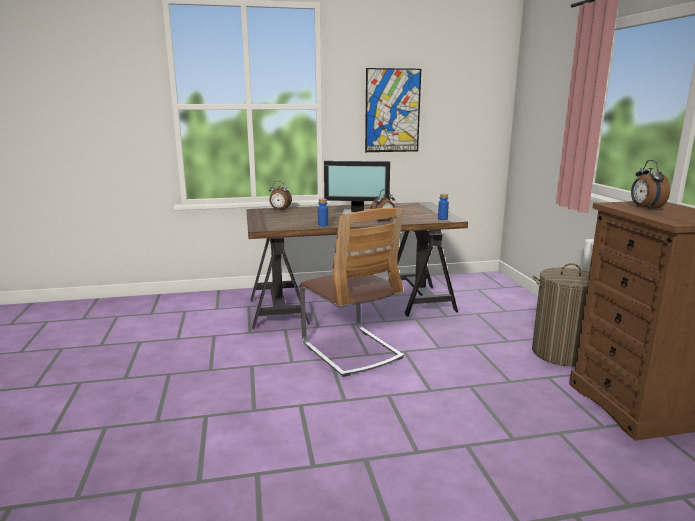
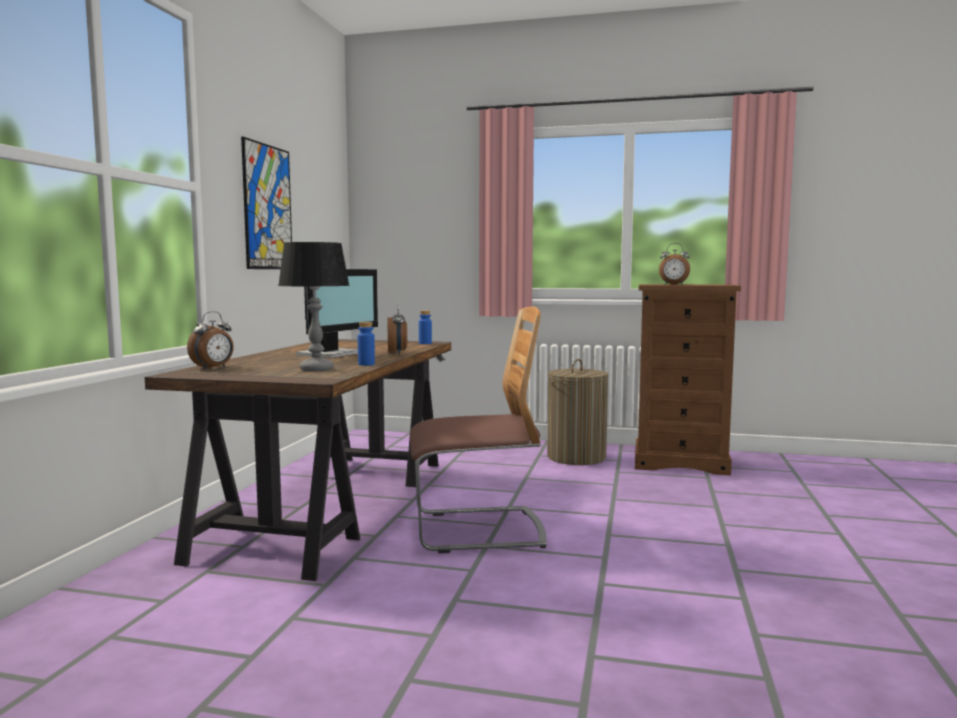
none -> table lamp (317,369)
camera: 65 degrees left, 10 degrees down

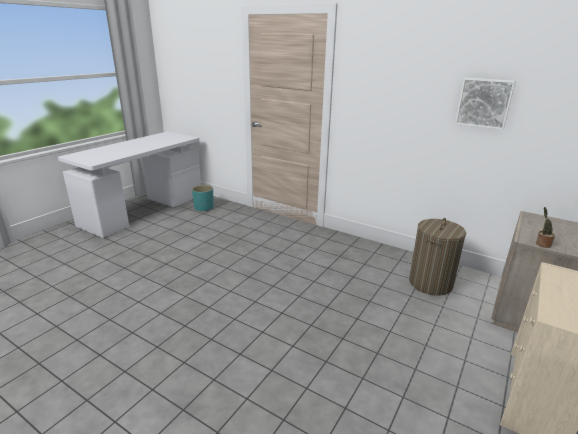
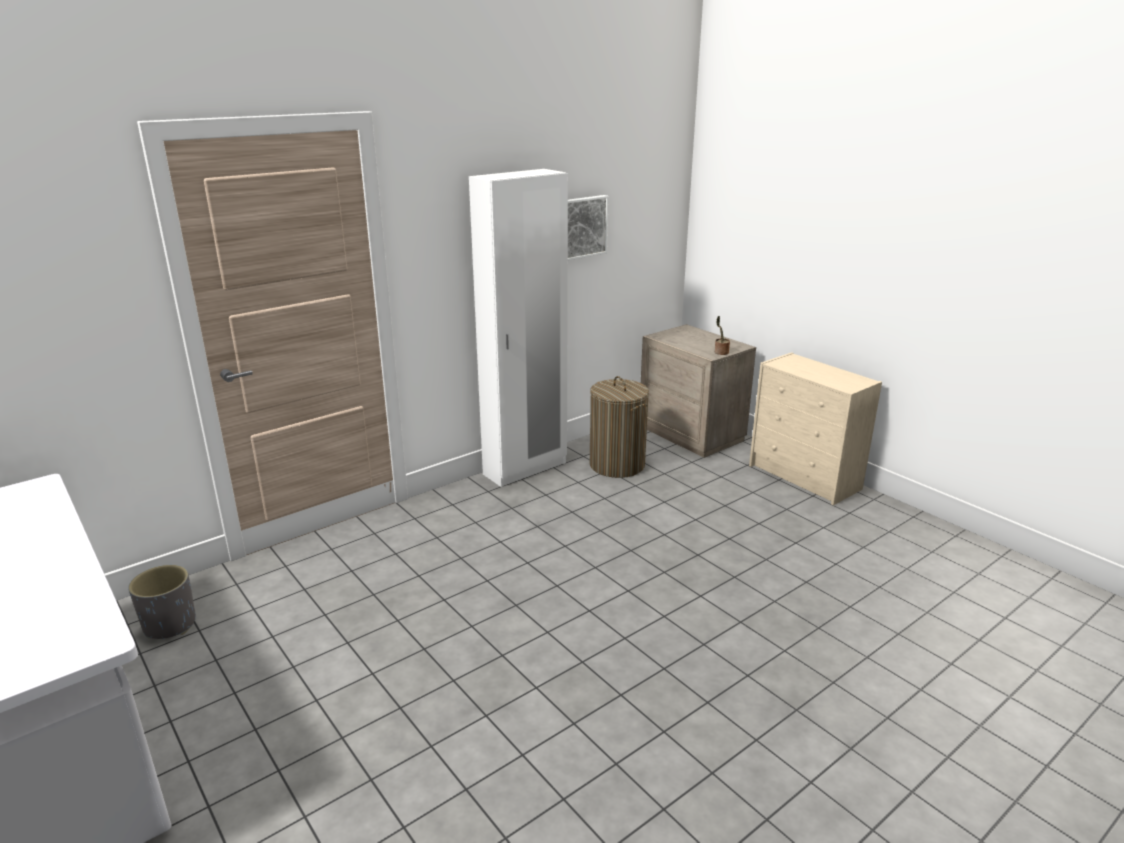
planter (turquoise) (203,208) -> planter (grey) (169,625)
none -> wardrobe (white) (525,469)
camera: 70 degrees left, 0 degrees up

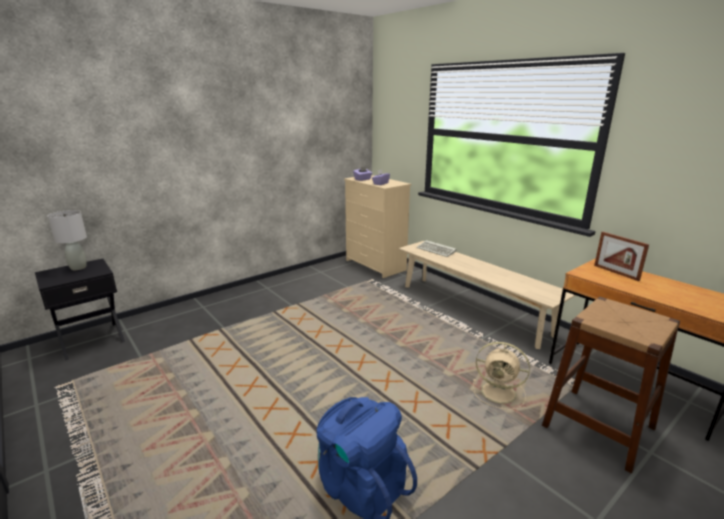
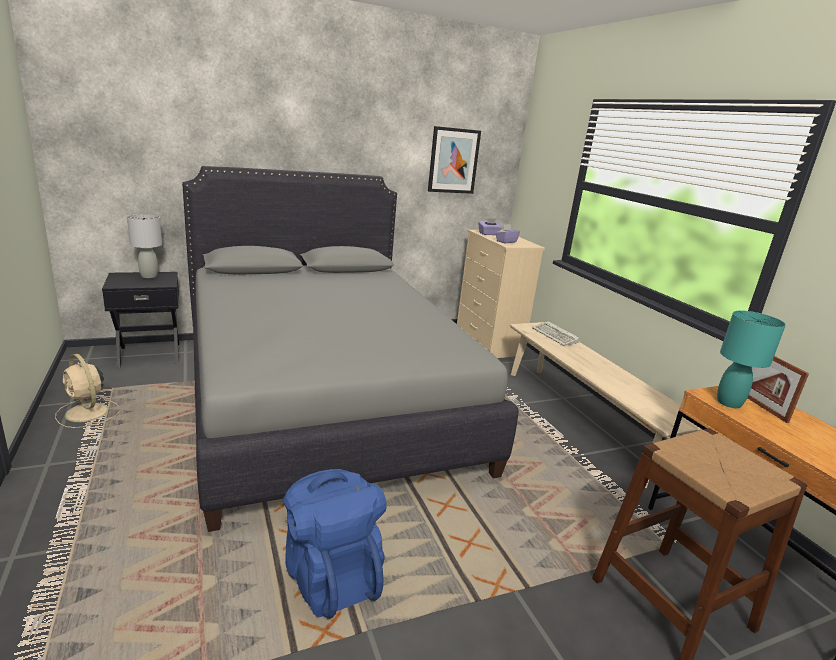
fan (beige) (500,393) -> fan (beige) (87,413), shifted
none -> bed (grey) (322,398)
none -> picture (453,160)
none -> table lamp (turquoise) (729,403)
camera: 15 degrees right, 0 degrees up

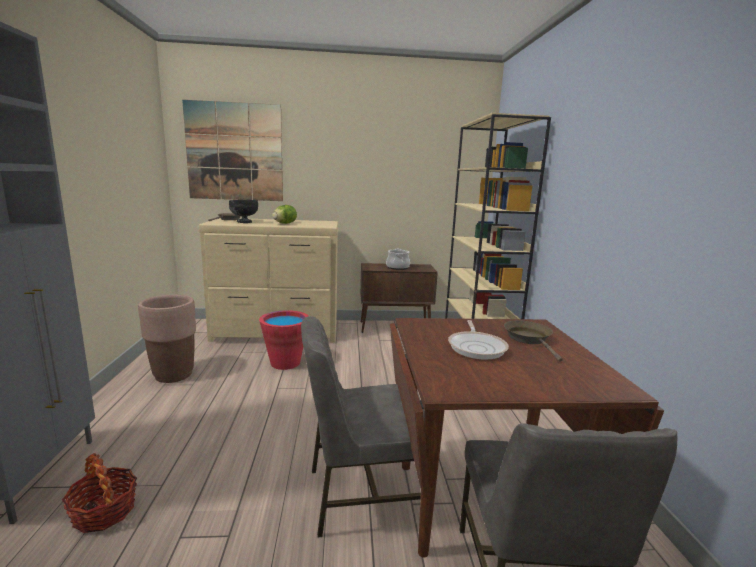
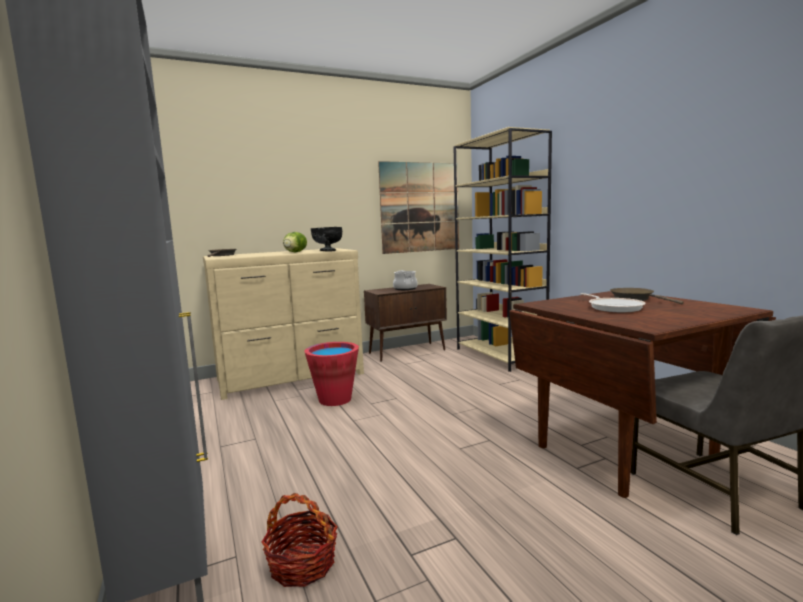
planter (brown) (173,375) -> none
picture (234,152) -> picture (420,207), shifted
bowl (black) (244,222) -> bowl (black) (327,251), shifted
chair (grey) (363,494) -> none
camera: 20 degrees left, 5 degrees down

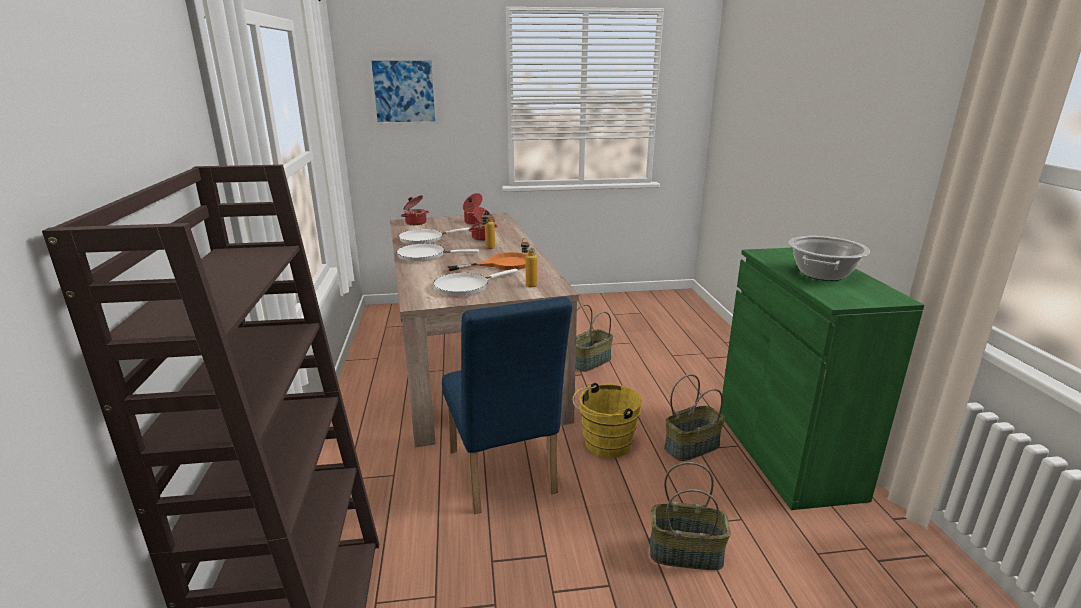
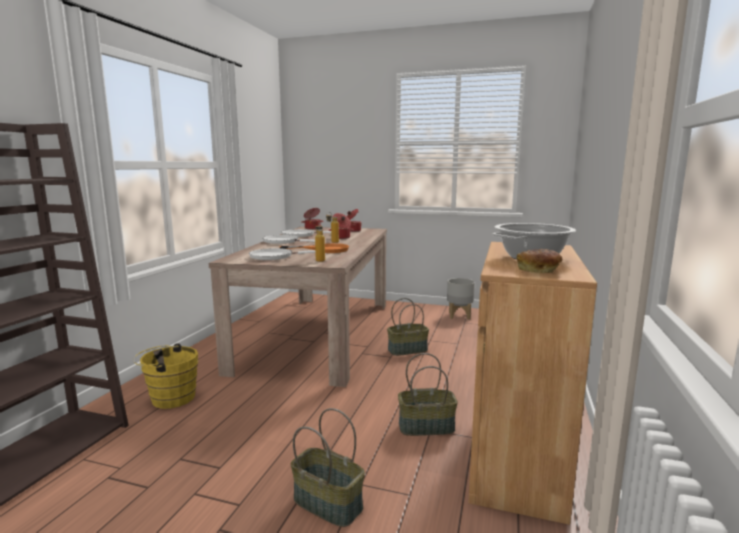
picture (404,91) -> none
chair (blue) (503,477) -> none
bucket (yellow) (604,444) -> bucket (yellow) (170,398), shifted
cabinet (green) (787,453) -> cabinet (brown) (517,456)
none -> planter (grey) (459,316)
none -> bread (539,271)
camera: 25 degrees right, 10 degrees down

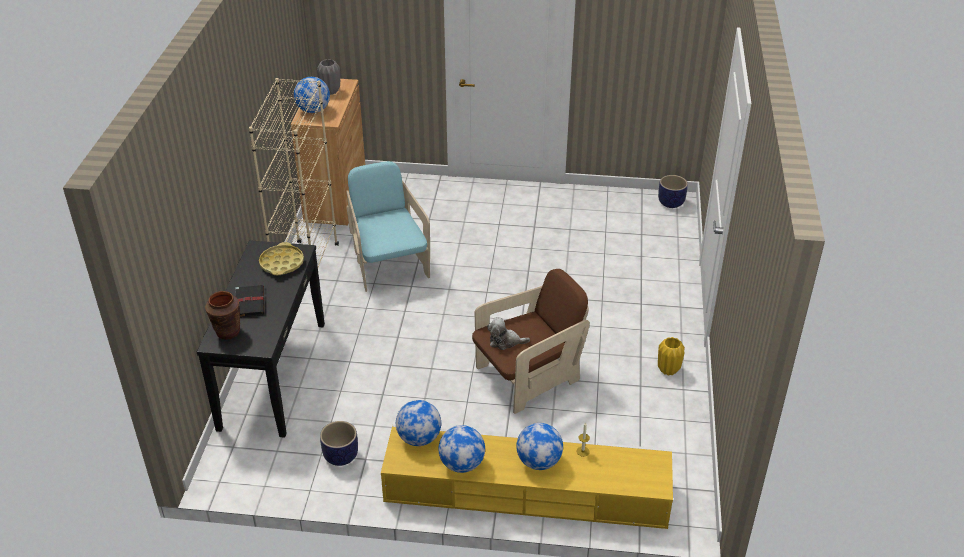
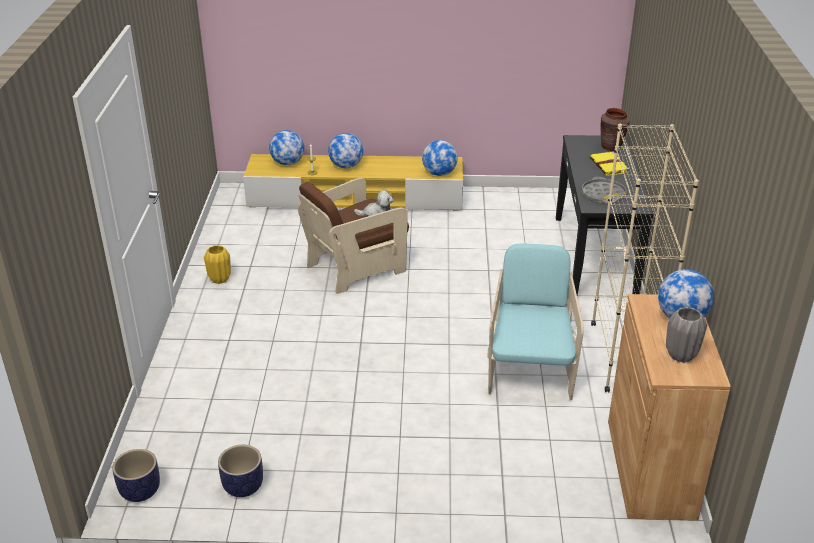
book (black) (249,302) -> book (yellow) (609,166)
tray (yellow) (281,263) -> tray (grey) (603,195)
planter (341,456) -> planter (243,487), shifted
armchair (turquoise) (388,264) -> armchair (turquoise) (530,369), 150 degrees counterclockwise
globe (462,464) -> globe (288,163), shifted
camera: 175 degrees right, 5 degrees down

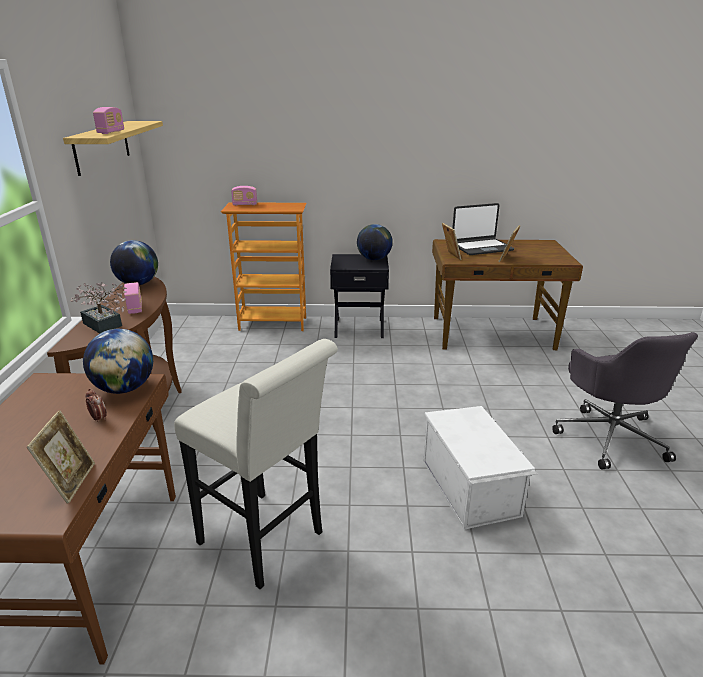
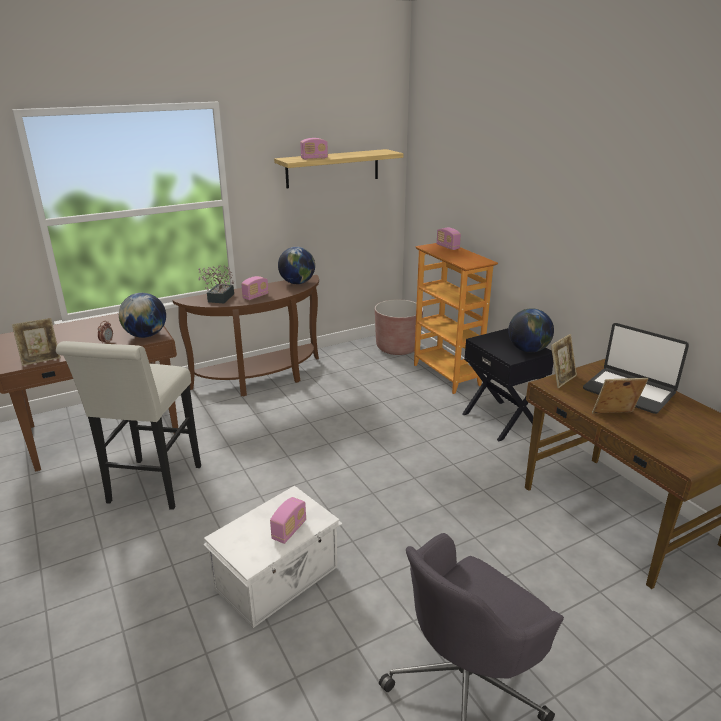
none -> radio (289,530)
none -> planter (brown) (397,347)
camera: 60 degrees right, 0 degrees up

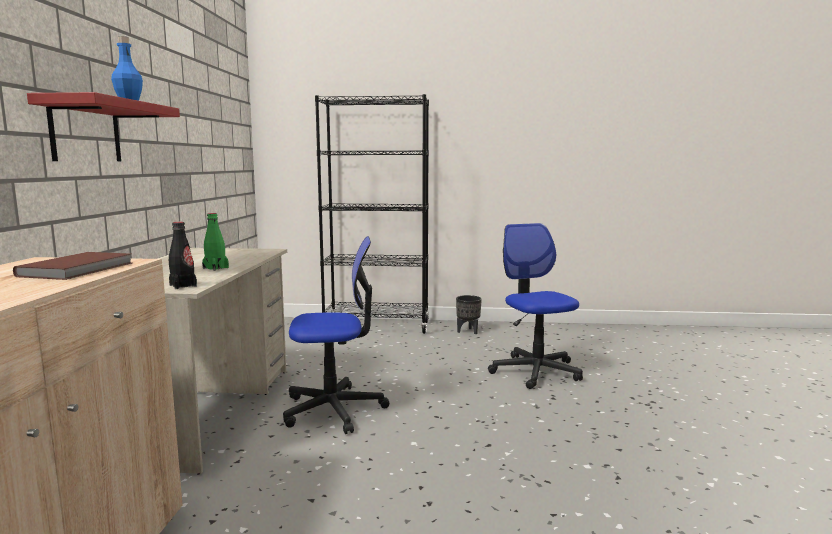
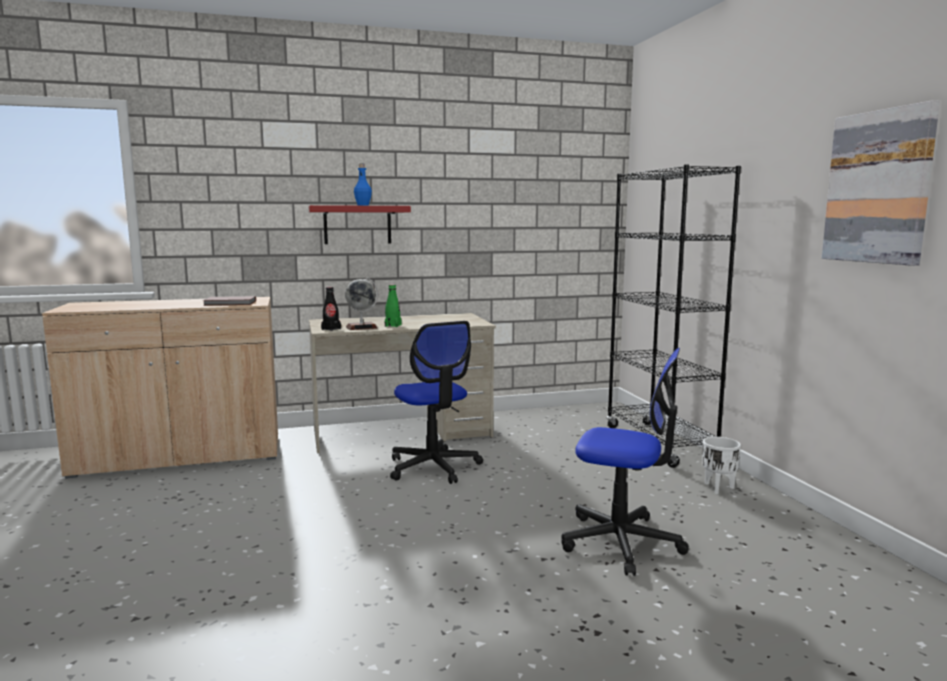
planter (black) (467,331) -> planter (white) (717,488)
office chair (535,371) -> office chair (621,542), 60 degrees clockwise
none -> globe (361,327)
none -> picture (878,187)
camera: 70 degrees right, 0 degrees up

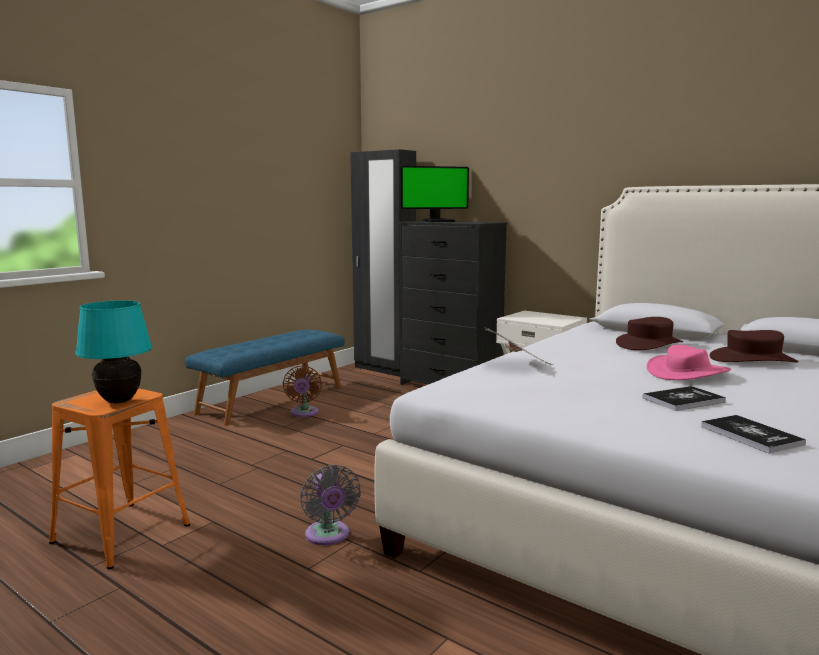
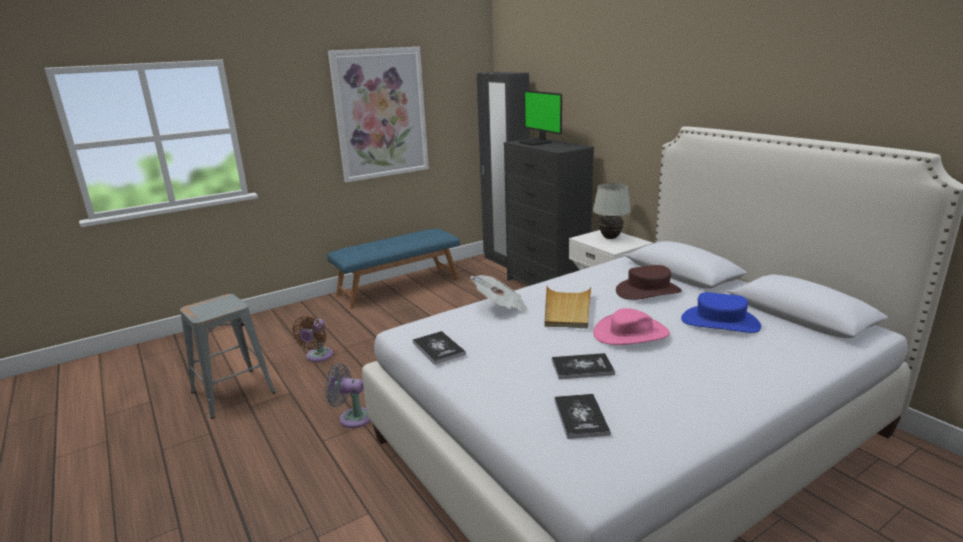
stool (orange) (122,533) -> stool (grey) (233,392)
table lamp (turquoise) (119,401) -> none
fan (brown) (304,413) -> fan (brown) (318,356), shifted
fan (grey) (328,536) -> fan (grey) (352,417), 105 degrees clockwise
monitor (438,221) -> monitor (536,142), 60 degrees clockwise
hat (brown) (752,359) -> hat (blue) (720,322)
none -> picture (381,114)
none -> book (438,348)
none -> tray (beige) (567,310)
none -> table lamp (white) (610,238)
camera: 20 degrees right, 10 degrees up

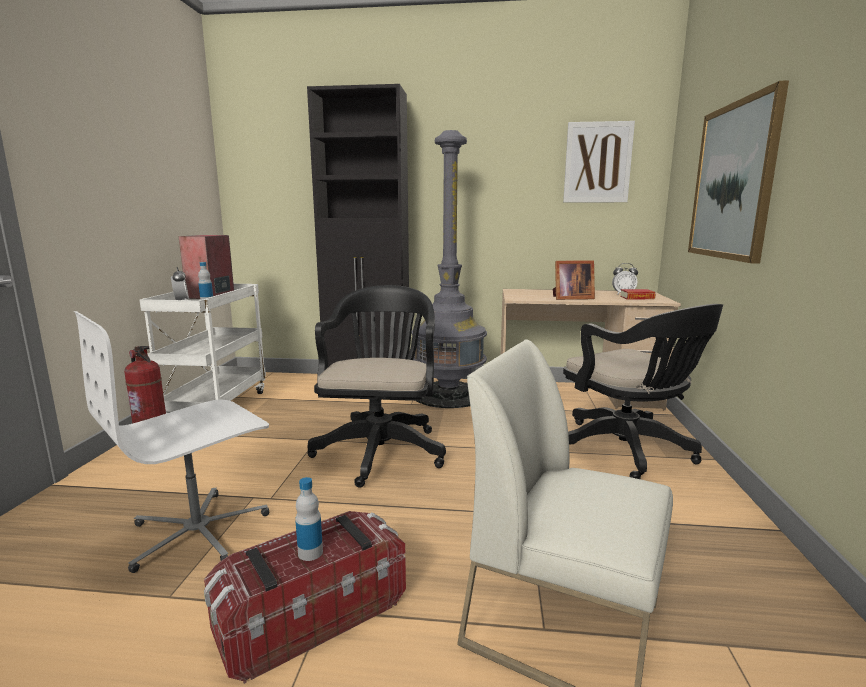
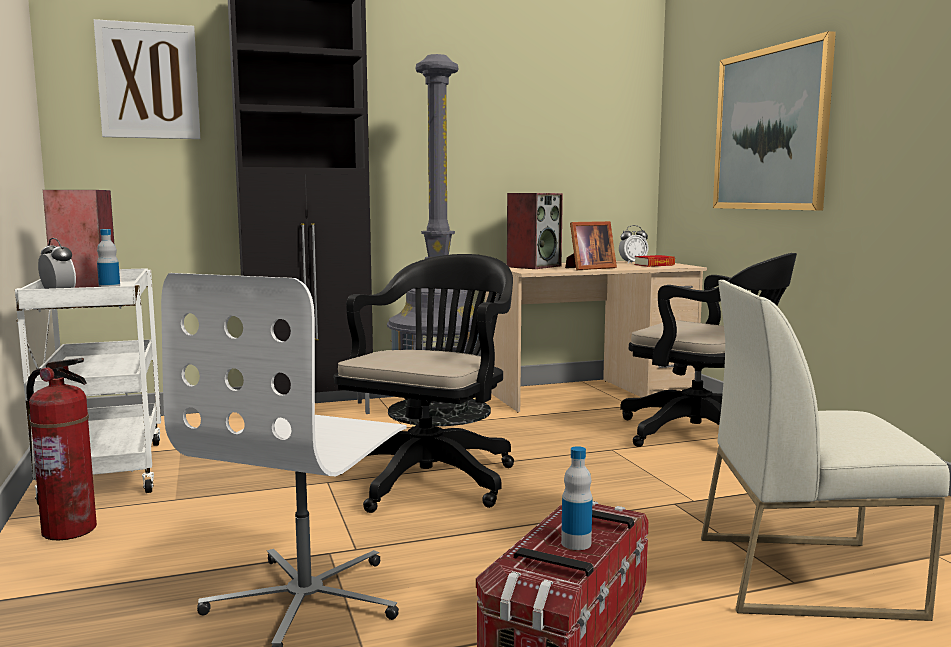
office chair (black) (381,449) -> office chair (black) (431,477), 45 degrees clockwise
picture (597,162) -> picture (148,81), shifted
none -> speaker (534,266)
camera: 25 degrees left, 5 degrees down

